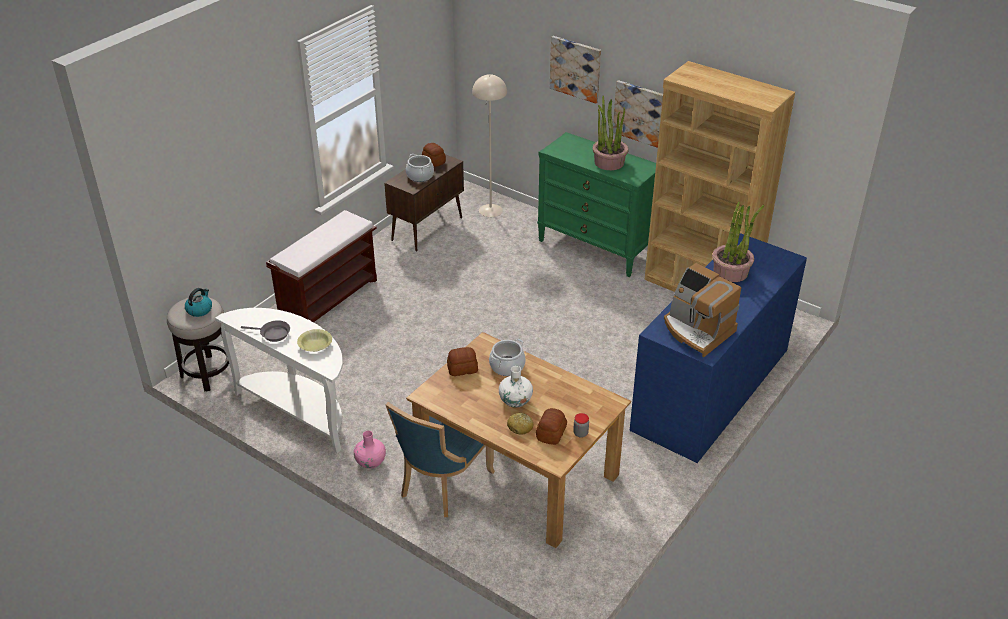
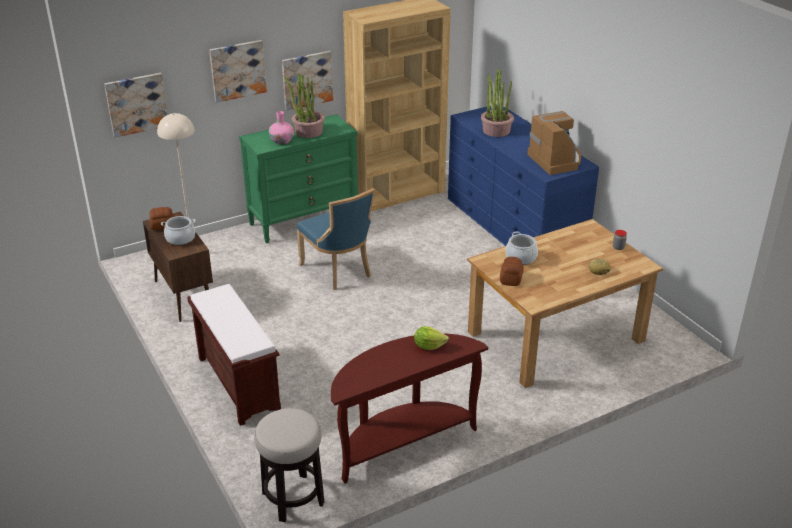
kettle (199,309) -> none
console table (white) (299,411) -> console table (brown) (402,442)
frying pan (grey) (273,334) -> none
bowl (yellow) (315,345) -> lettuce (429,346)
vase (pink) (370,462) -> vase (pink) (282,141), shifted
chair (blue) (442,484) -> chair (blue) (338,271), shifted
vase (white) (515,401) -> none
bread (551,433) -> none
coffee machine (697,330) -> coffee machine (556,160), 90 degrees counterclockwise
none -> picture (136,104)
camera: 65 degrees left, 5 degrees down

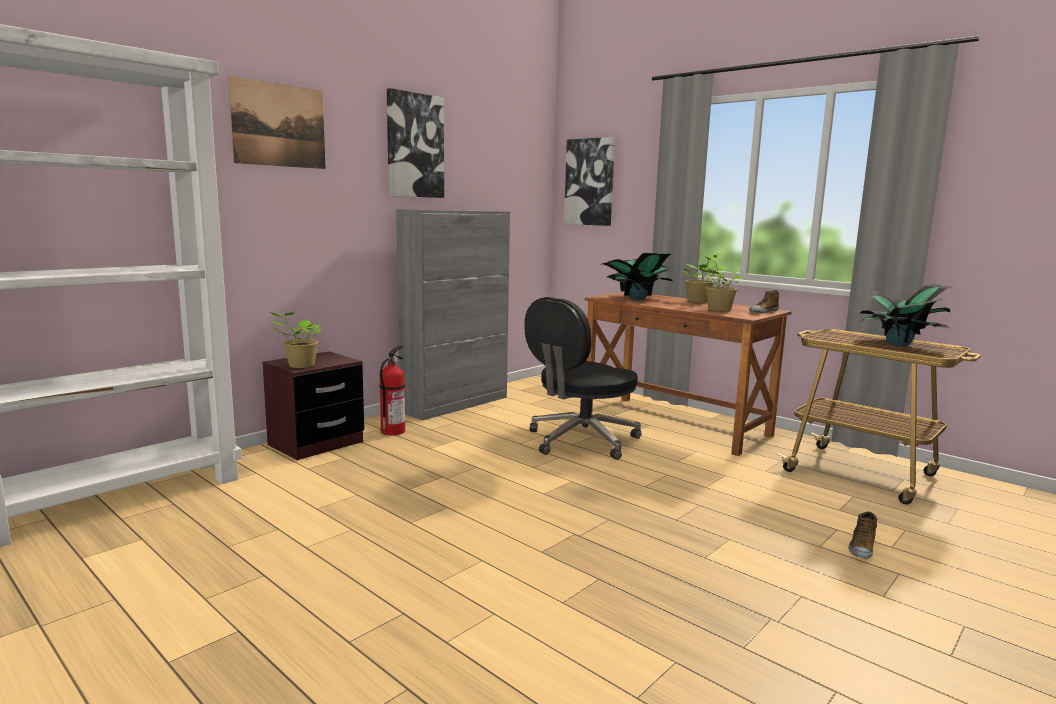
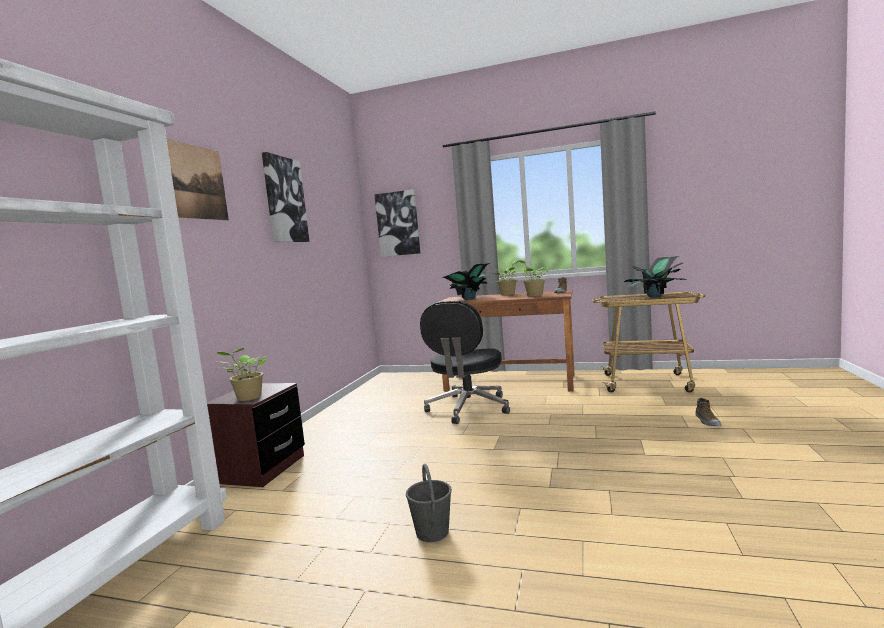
fire extinguisher (393,431) -> none
cabinet (grey) (456,404) -> none
none -> bucket (grey) (432,533)
camera: 25 degrees left, 5 degrees down

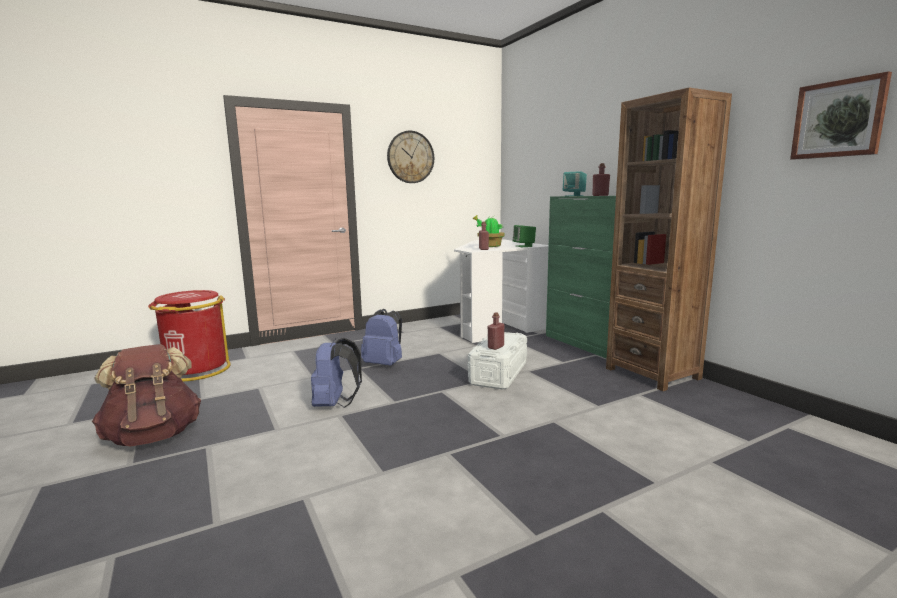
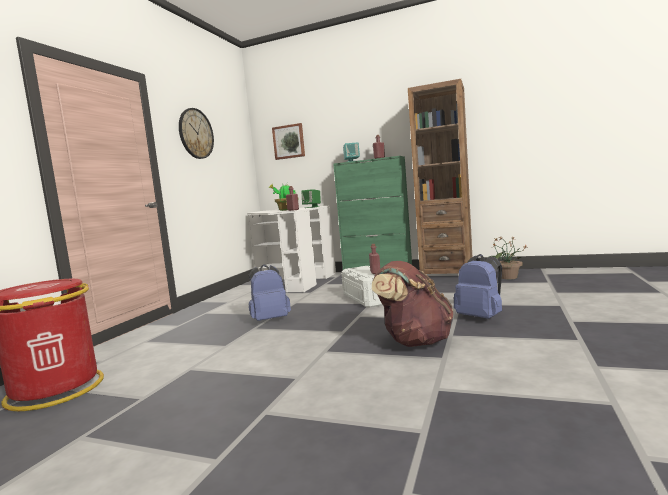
backpack (brown) (154,436) -> backpack (brown) (414,341), shifted
backpack (blue) (335,404) -> backpack (blue) (481,317), shifted
picture (838,119) -> picture (289,141), shifted
none -> potted plant (508,277)
camera: 40 degrees left, 5 degrees down

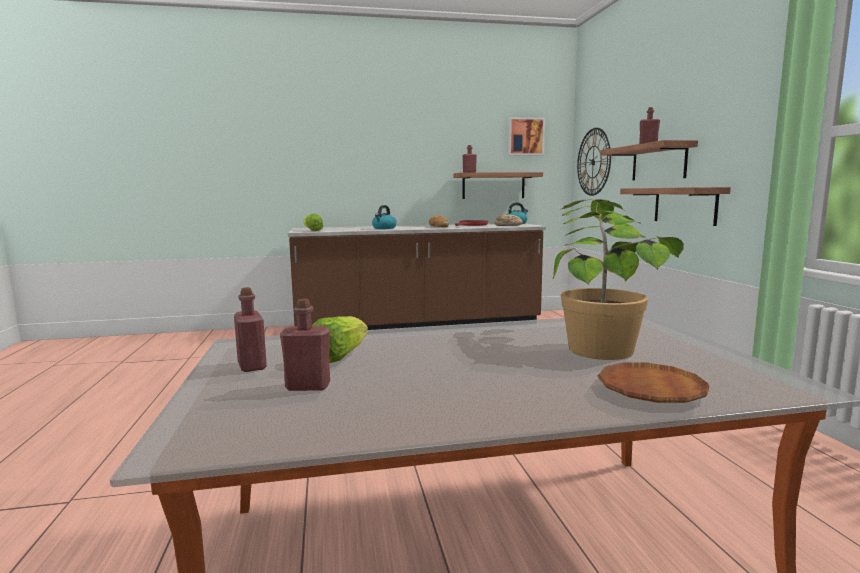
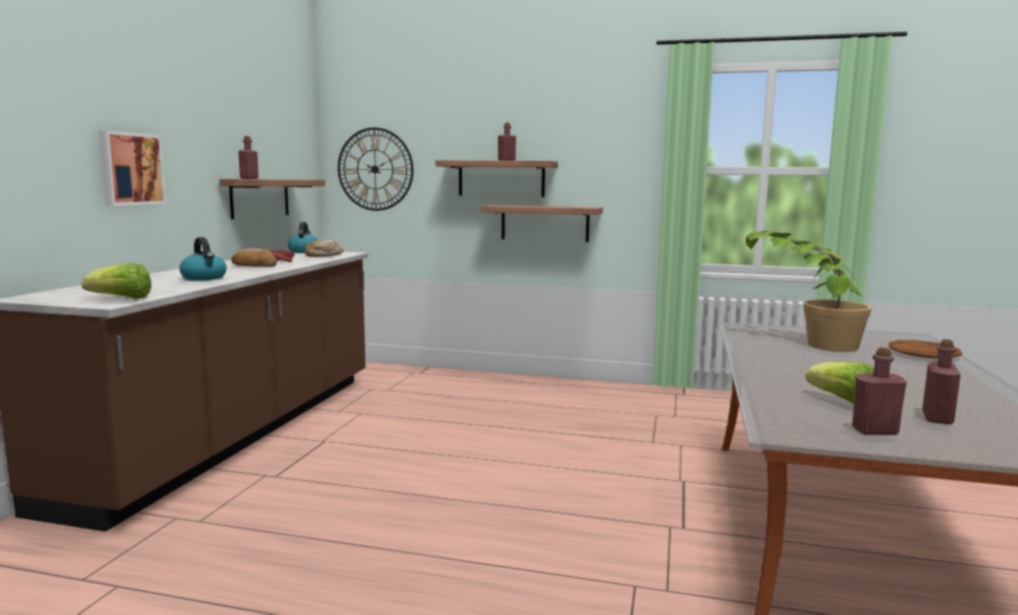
picture (525,136) -> picture (130,169), shifted
camera: 65 degrees left, 0 degrees up

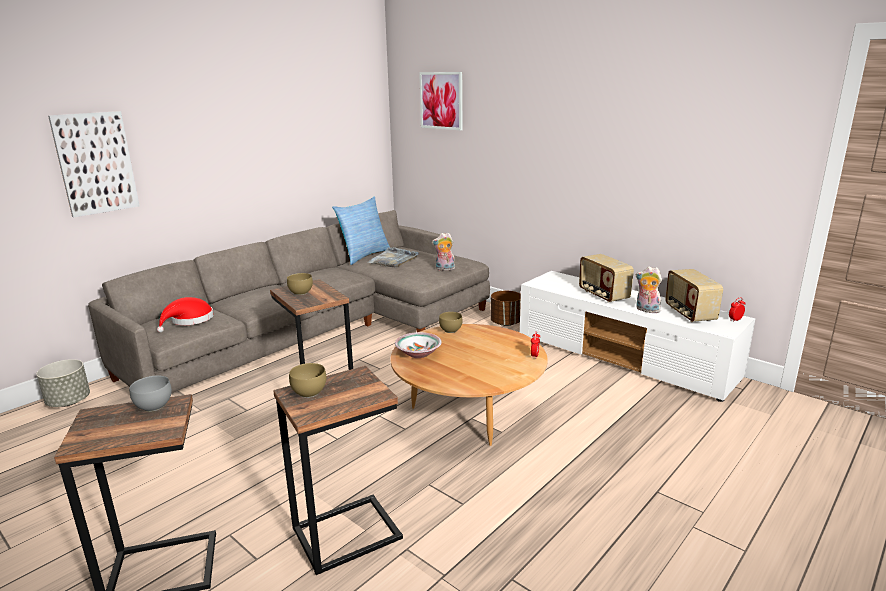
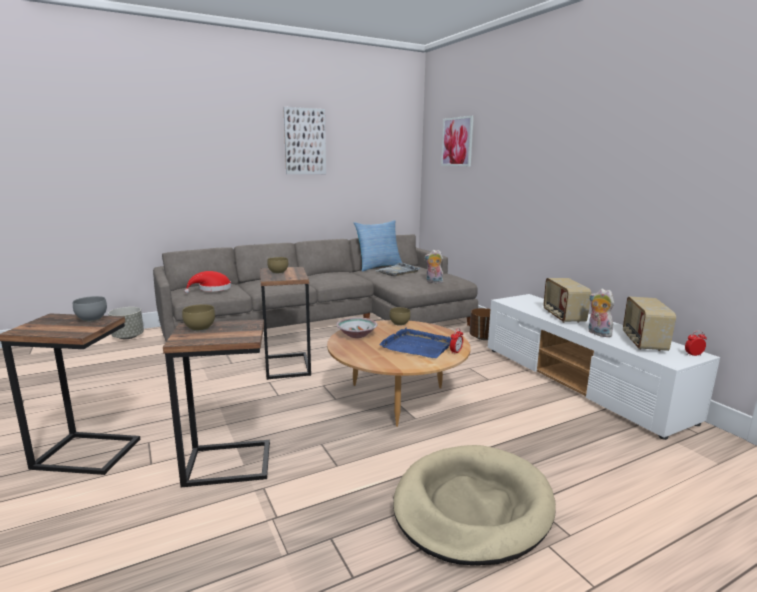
picture (96,163) -> picture (305,141), shifted
none -> tray (blue) (417,346)
none -> dog bed (beige) (472,507)
camera: 20 degrees right, 5 degrees down

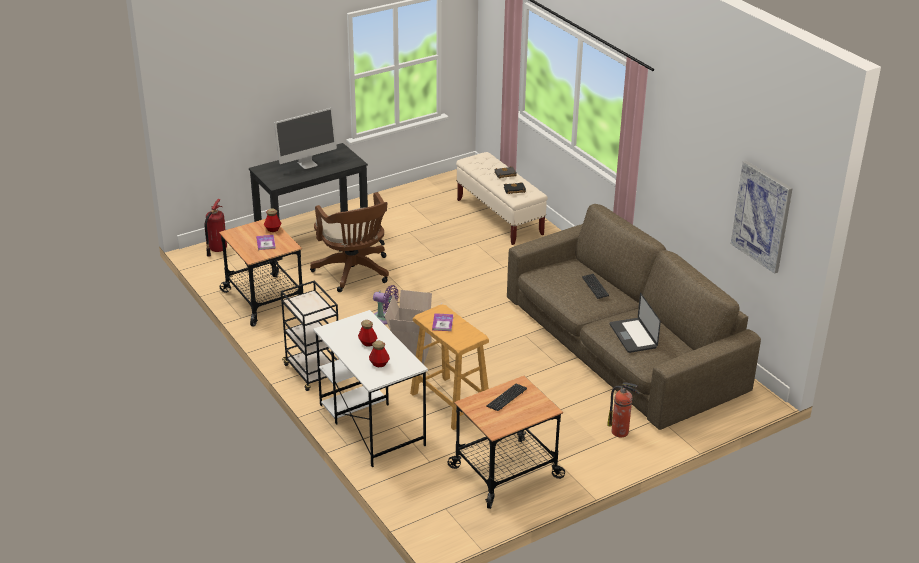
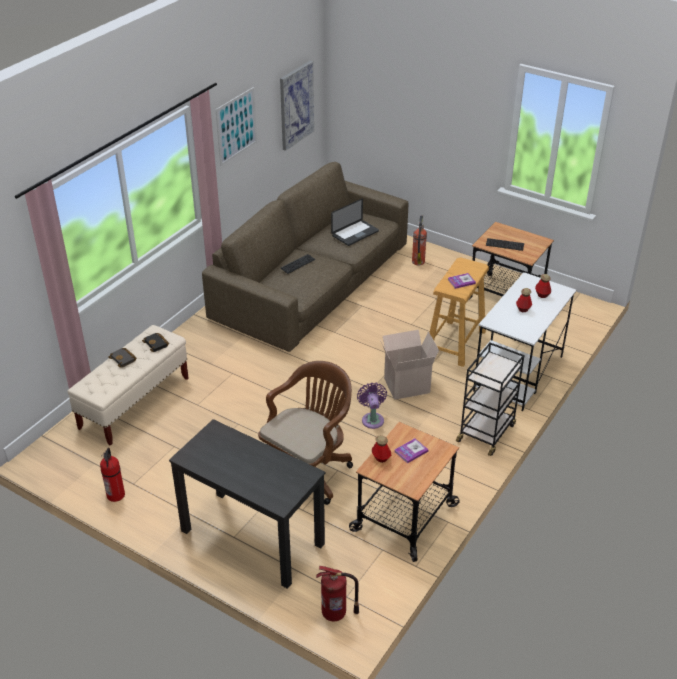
monitor (307,164) -> none
none -> fire extinguisher (116,495)
none -> picture (236,126)
camera: 115 degrees left, 5 degrees up

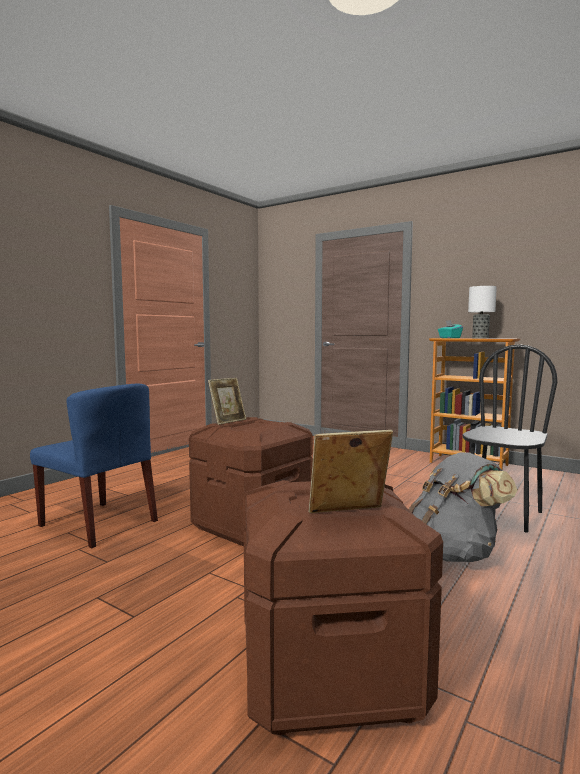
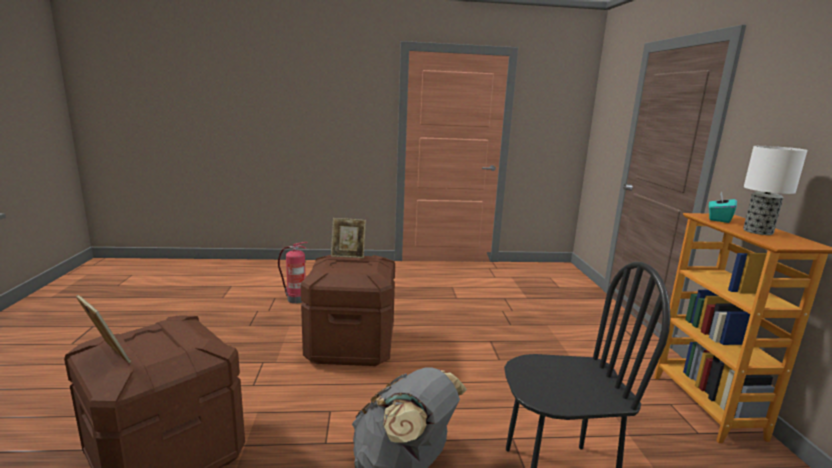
chair (blue) (99,523) -> fire extinguisher (295,299)
camera: 50 degrees right, 10 degrees up

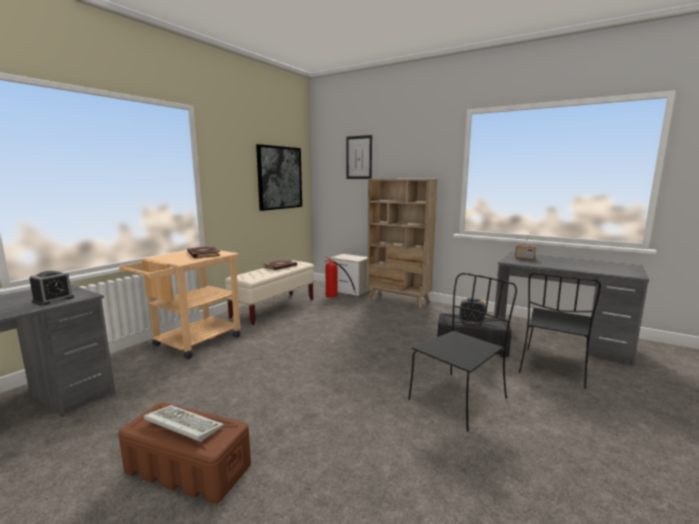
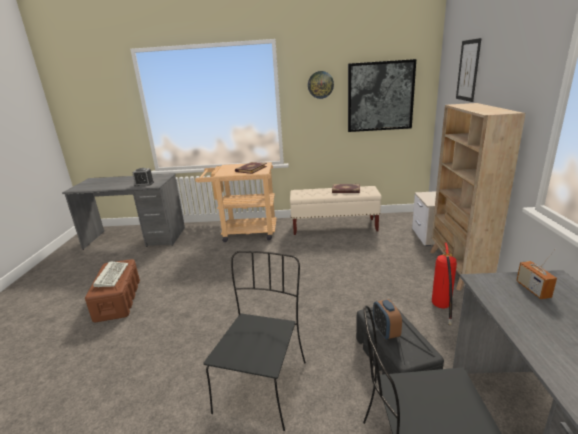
fire extinguisher (336,297) -> fire extinguisher (441,310), shifted
chair (black) (459,398) -> chair (black) (262,384), 90 degrees counterclockwise
none -> wall clock (320,84)
camera: 60 degrees right, 10 degrees up

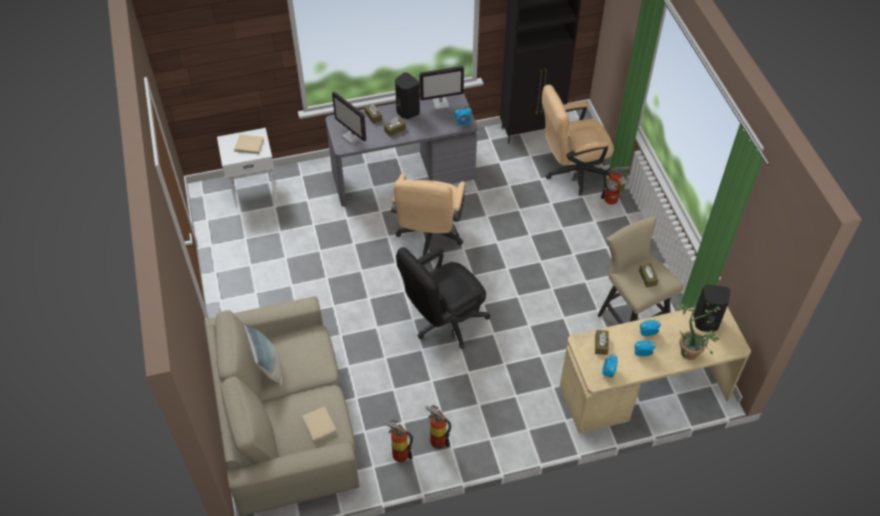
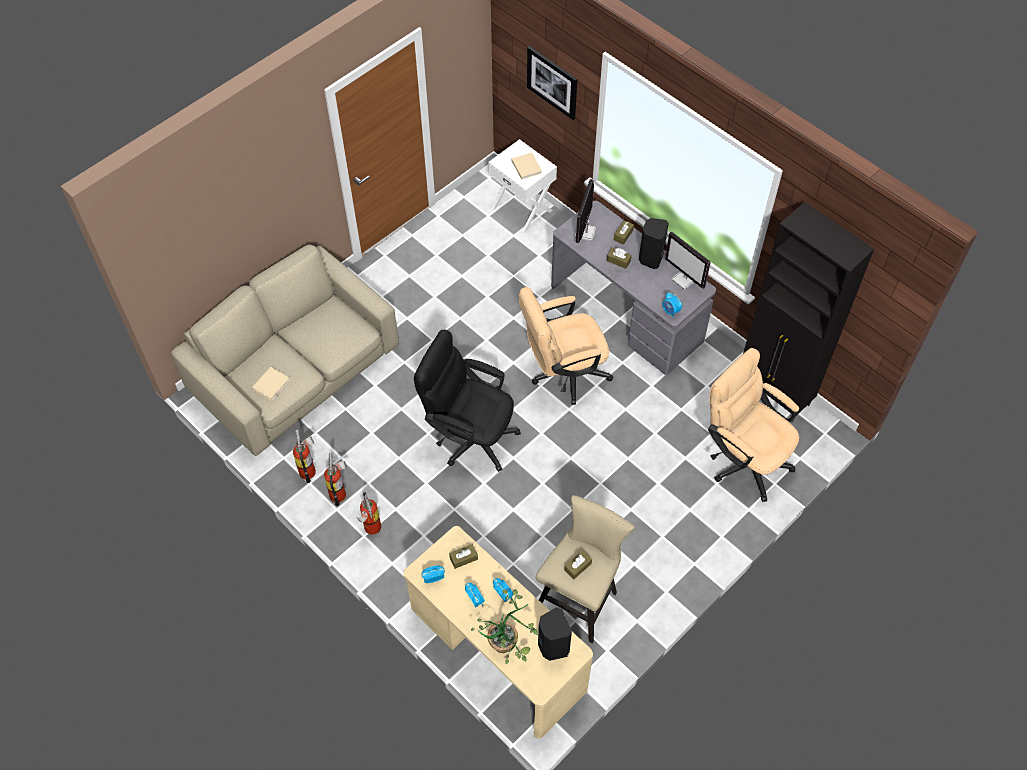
pillow (268,367) -> none
fire extinguisher (612,200) -> fire extinguisher (371,529), shifted
none -> picture (552,82)
camera: 60 degrees right, 5 degrees up

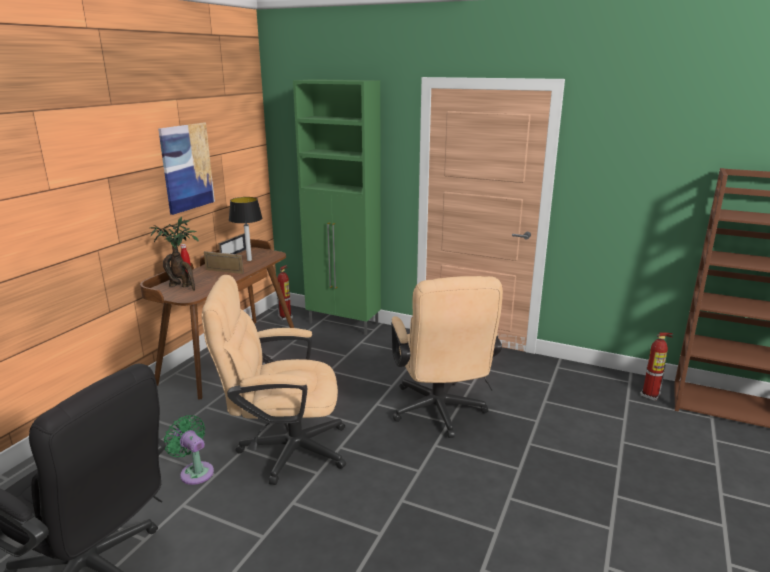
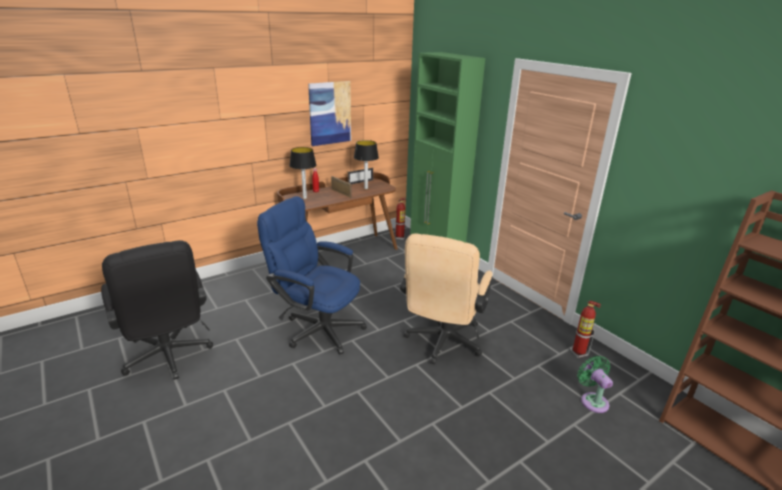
potted plant (182,286) -> table lamp (305,198)
fan (green) (195,471) -> fan (green) (592,400), shifted
office chair (beige) (283,449) -> office chair (blue) (317,328)
fire extinguisher (650,395) -> fire extinguisher (579,353), shifted
camera: 30 degrees right, 5 degrees up

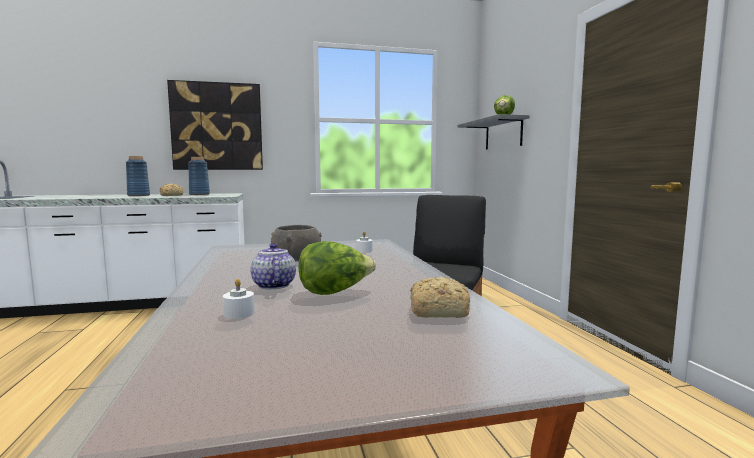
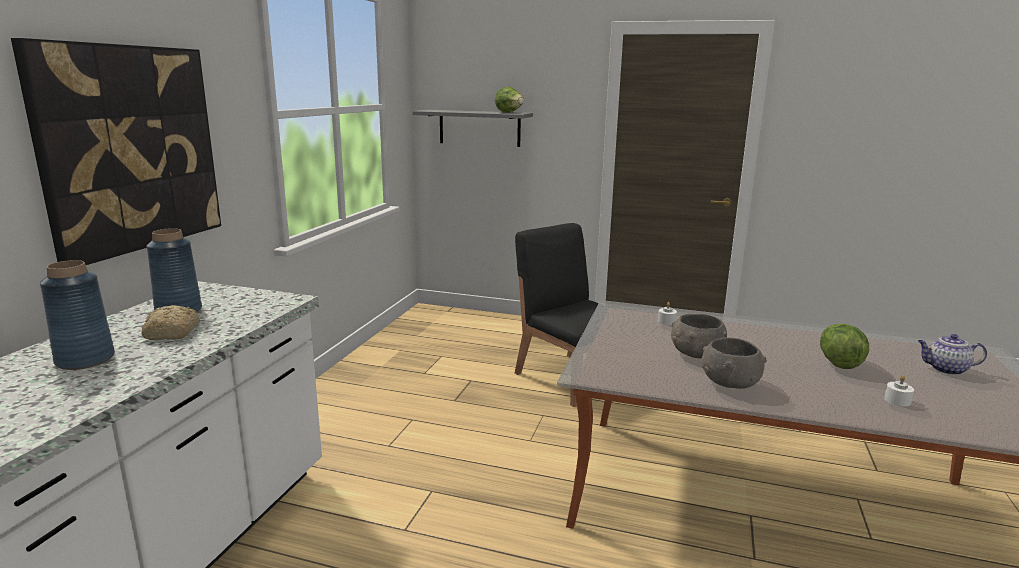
teapot (273,285) -> teapot (945,369), shifted
bread (437,311) -> none
none -> bowl (grey) (729,382)
camera: 60 degrees left, 10 degrees up

